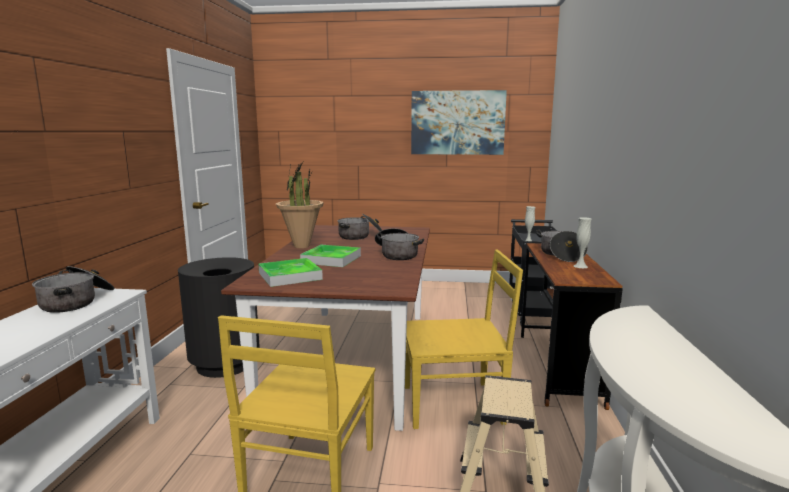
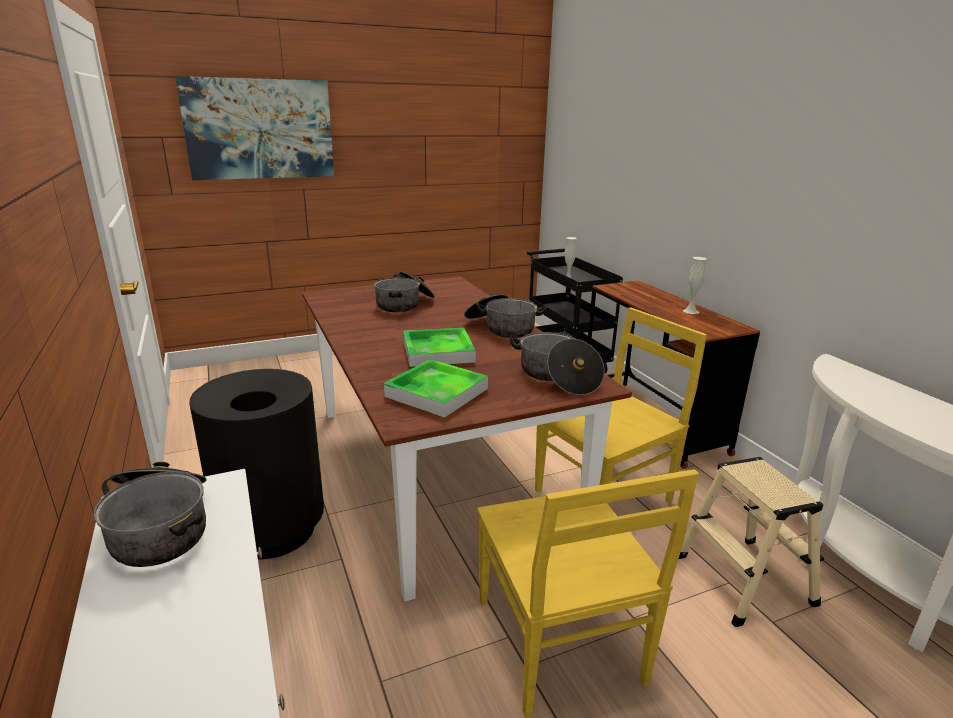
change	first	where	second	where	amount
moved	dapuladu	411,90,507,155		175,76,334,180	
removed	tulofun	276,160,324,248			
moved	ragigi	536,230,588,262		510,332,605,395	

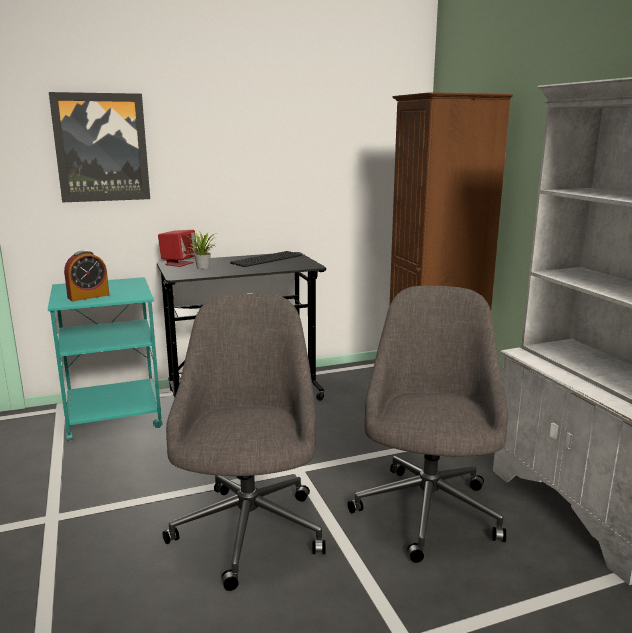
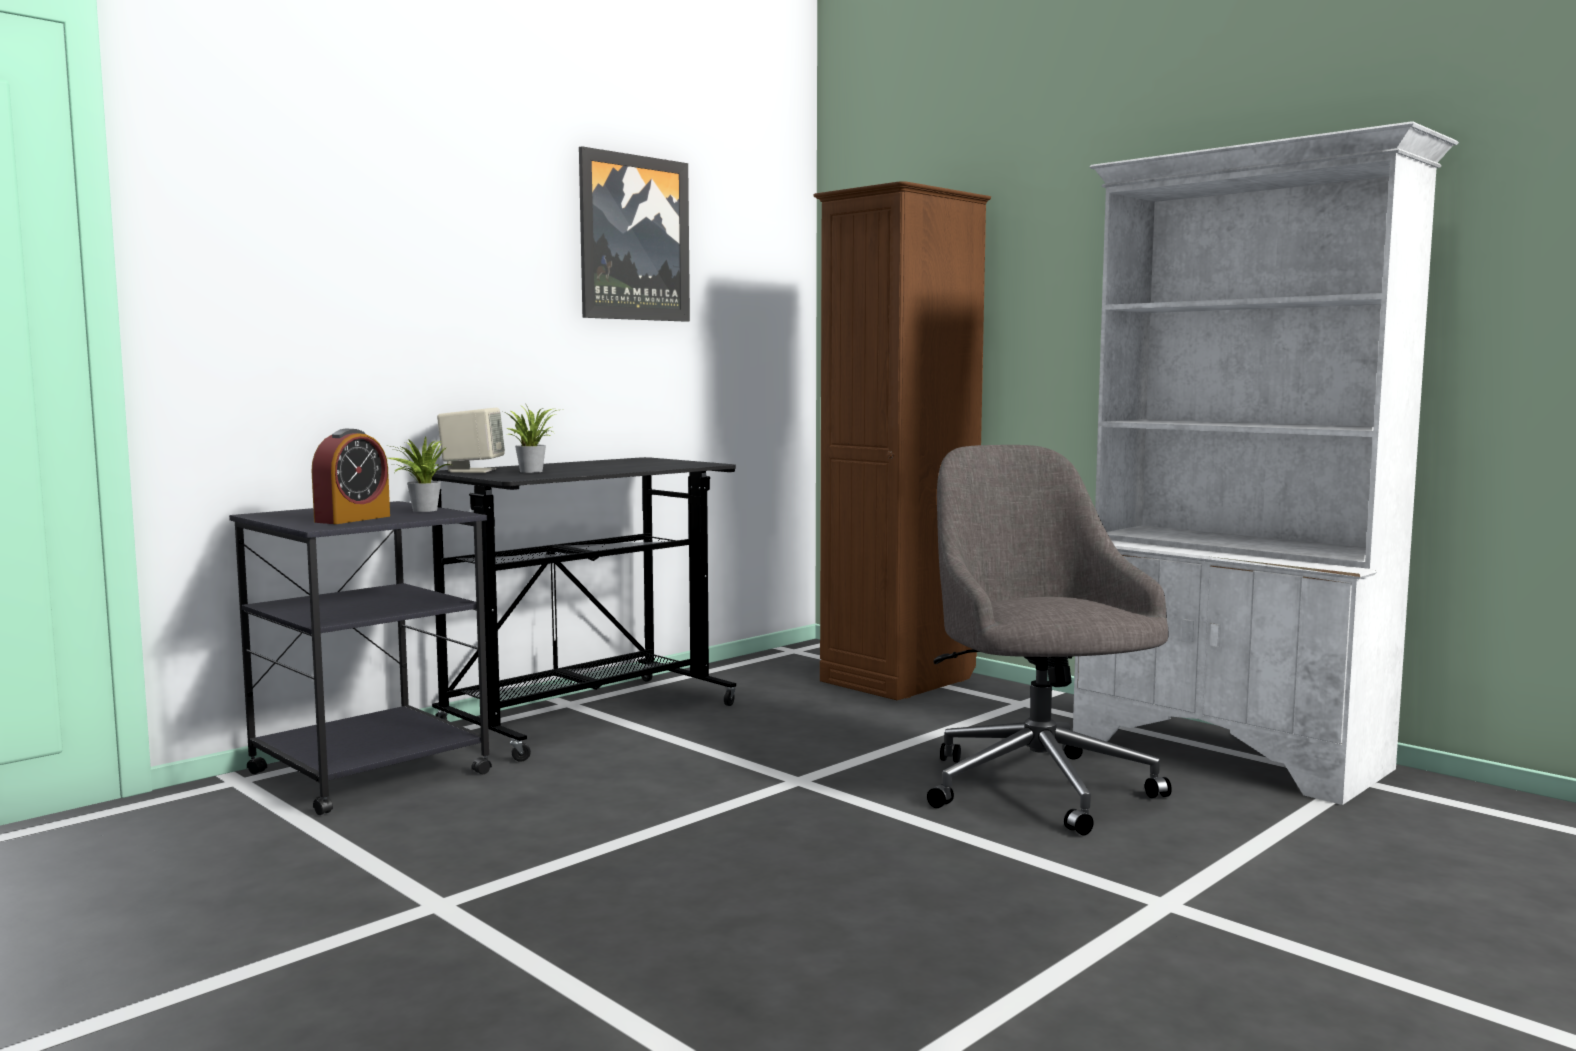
change	first	where	second	where	amount
moved	dapuladu	49,92,150,202		579,146,690,322	
recoloured	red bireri	158,230,198,267	beige bireri	437,408,505,473	
removed	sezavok	230,251,302,267			
recoloured	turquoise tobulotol	48,277,163,441	black tobulotol	229,501,492,815	
removed	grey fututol	162,293,325,591			
added			tulofun	388,437,451,512	

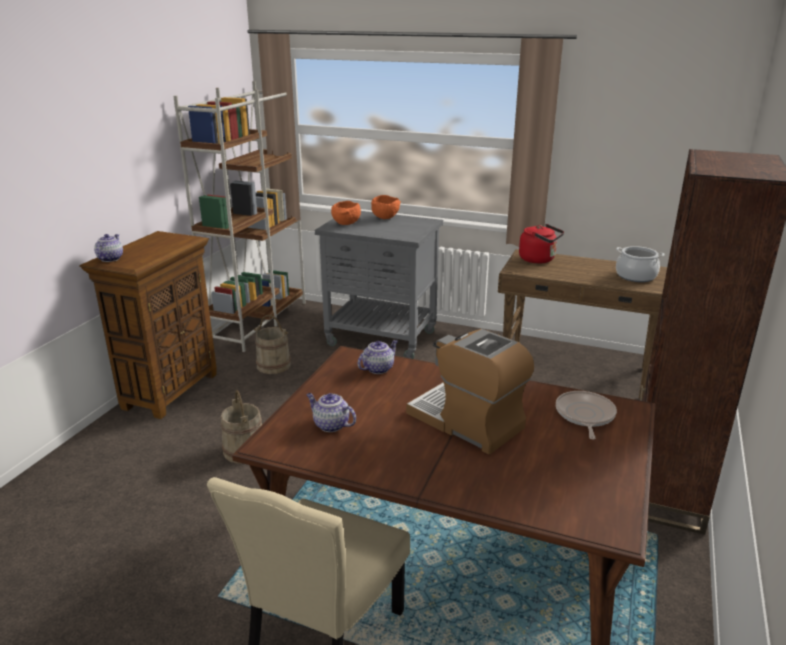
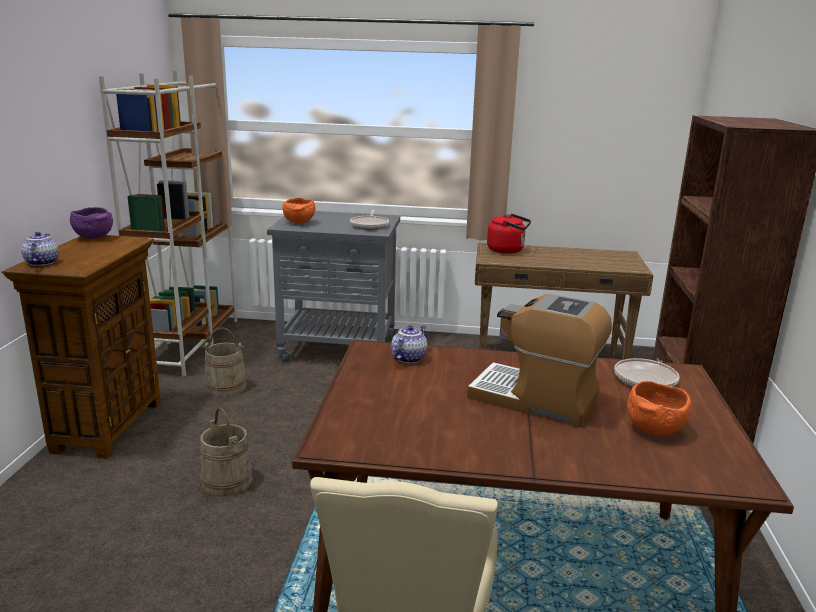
change	first	where	second	where	amount
moved	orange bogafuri	371,195,401,219		627,381,691,436	
removed	ragigi	616,246,665,282			
removed	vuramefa	306,393,356,432			
added			purple bogafuri	70,207,113,239	
added			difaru	350,210,389,230	

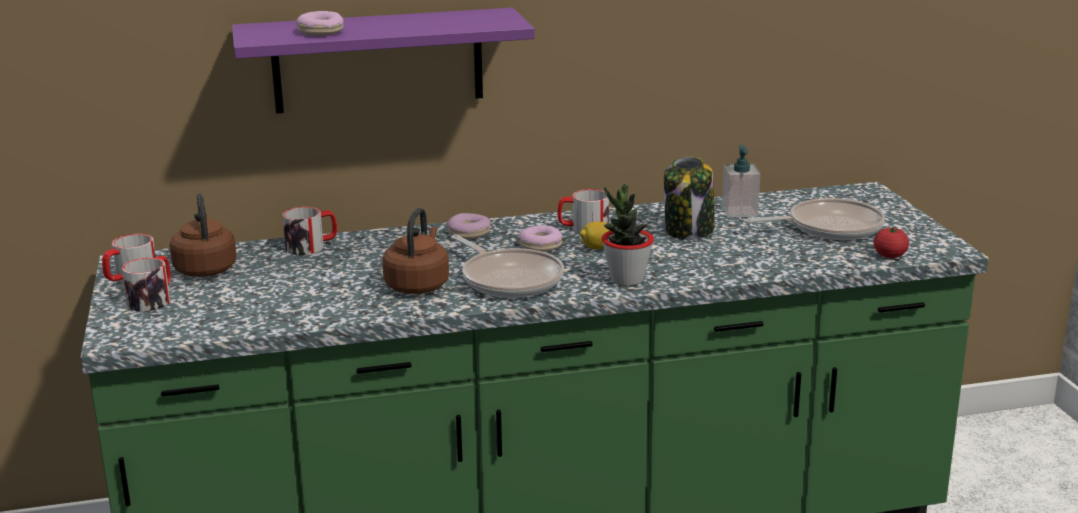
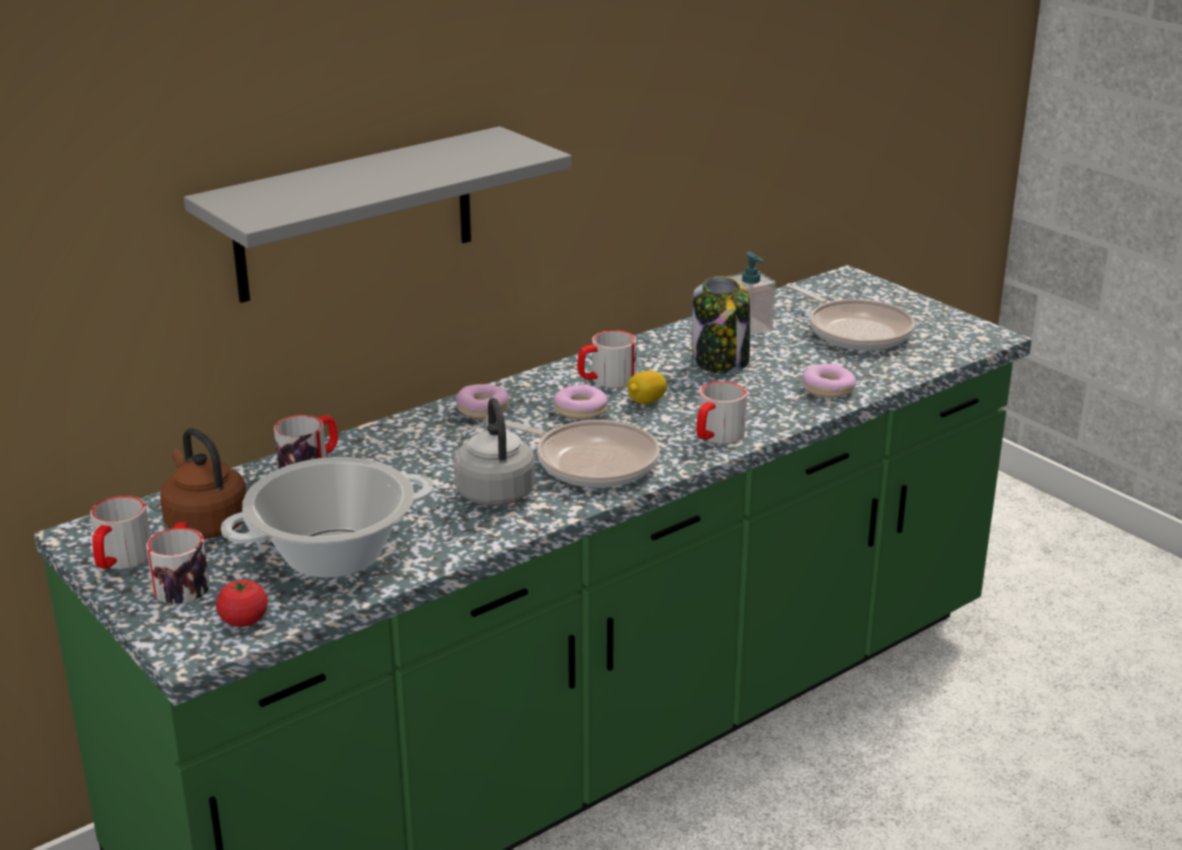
change	first	where	second	where	amount
recoloured	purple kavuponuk	232,8,535,114	grey kavuponuk	184,126,571,303	
moved	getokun	296,11,344,36		802,364,856,398	
replaced	tulofun	601,184,654,286	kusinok	697,381,747,444	
turned	difaru	744,198,885,240		786,283,915,350	90 degrees clockwise
recoloured	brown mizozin	382,208,449,294	grey mizozin	454,398,535,506	
moved	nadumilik	874,227,909,258		216,580,268,627	
added			ragigi	221,457,433,578	

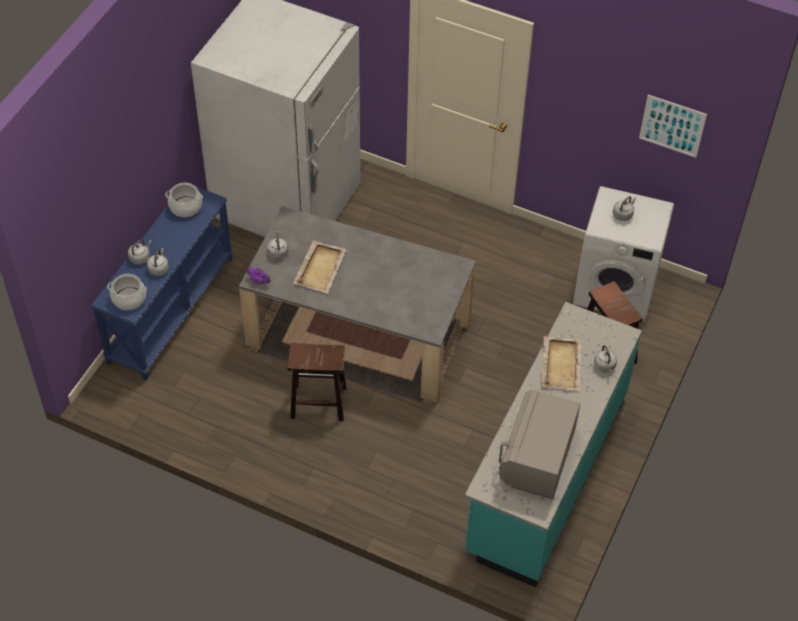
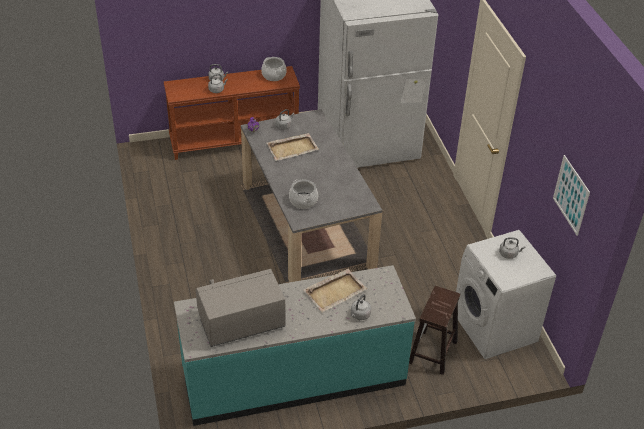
change	first	where	second	where	amount
recoloured	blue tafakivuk	91,182,233,381	brown tafakivuk	164,66,300,160	
moved	ragigi	107,274,147,310		289,180,318,209	
removed	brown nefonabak	288,343,346,421			

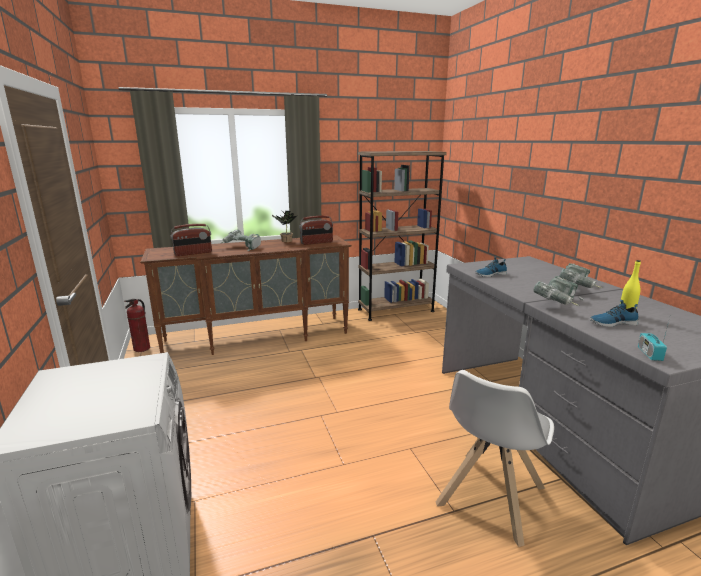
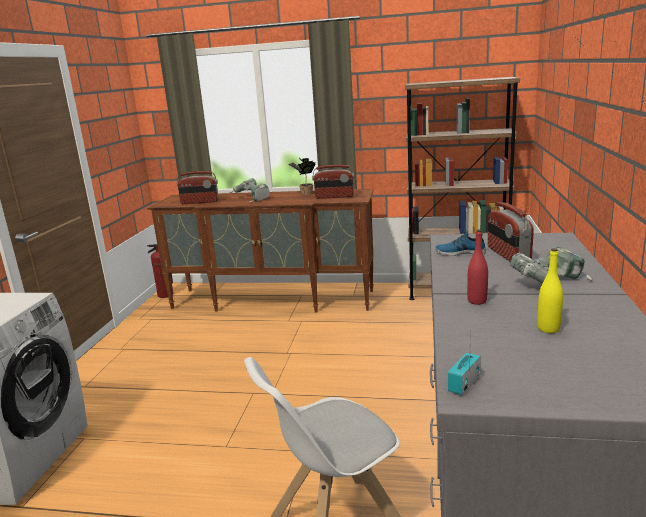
change	first	where	second	where	amount
replaced	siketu	533,276,584,306	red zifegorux	467,229,488,305	
removed	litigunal	590,300,639,327			
added			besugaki	487,202,534,261	

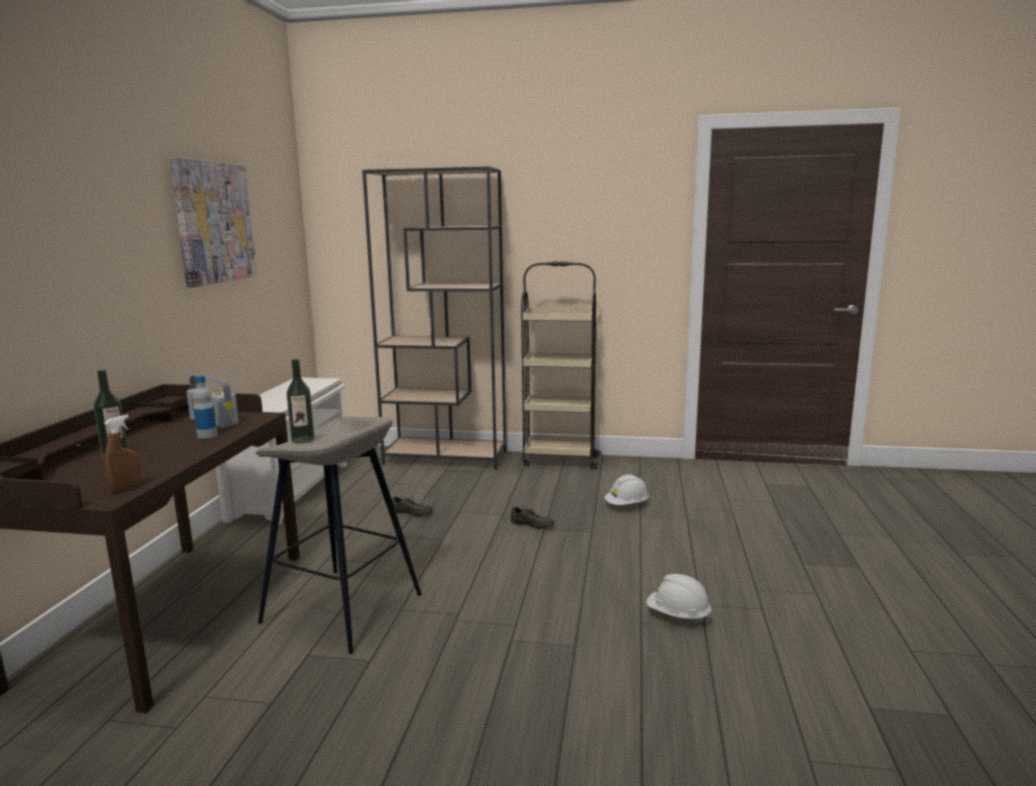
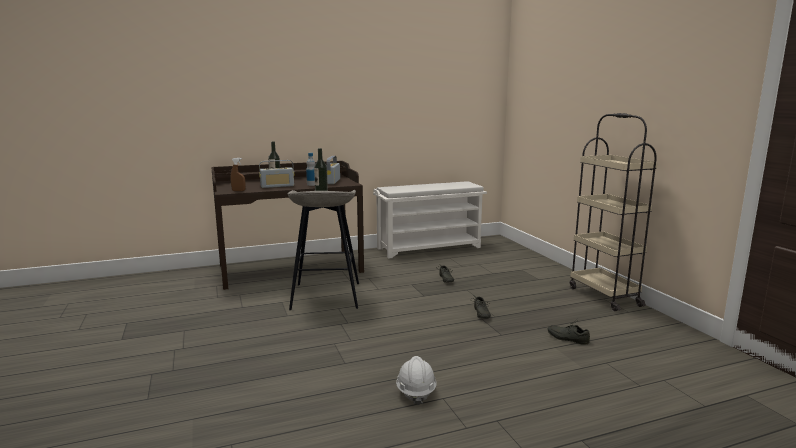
change	first	where	second	where	amount
removed	dapuladu	170,157,257,287			
removed	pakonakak	362,166,506,470			
replaced	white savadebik	605,474,649,505	grey litigunal	548,317,590,345	
added			besugaki	259,160,294,188	

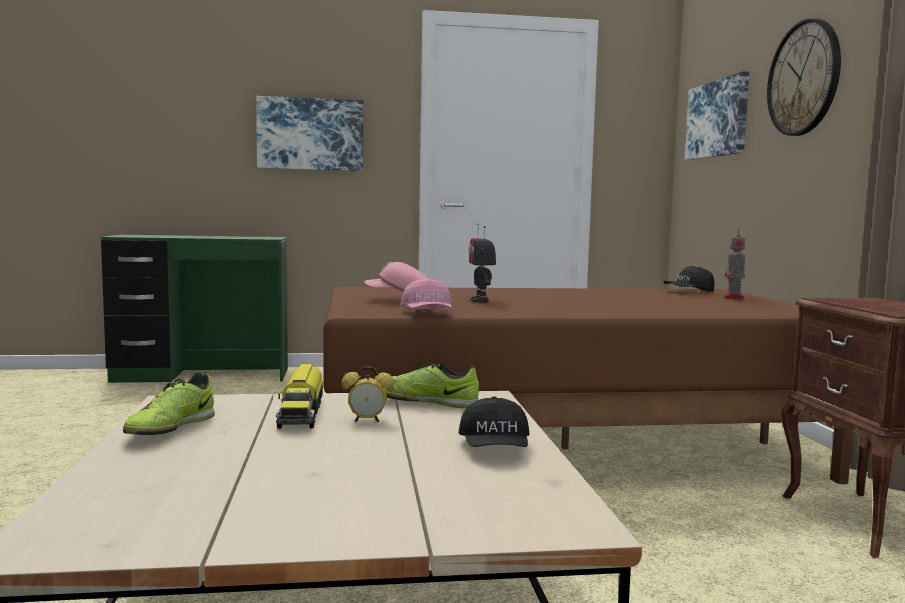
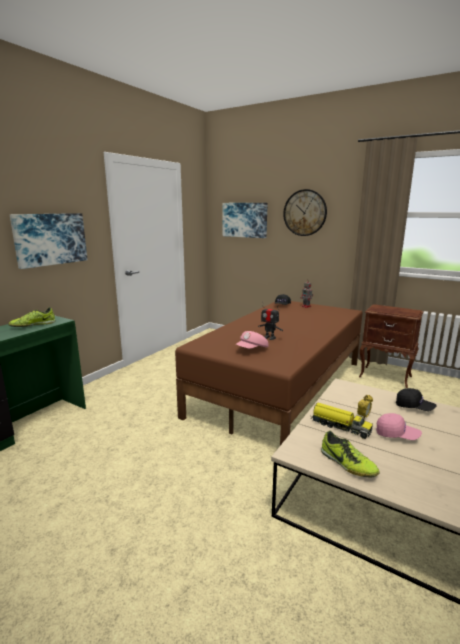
change	first	where	second	where	amount
moved	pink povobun	401,279,452,310		376,413,422,440	
moved	litigunal	386,363,479,408		8,307,55,327	

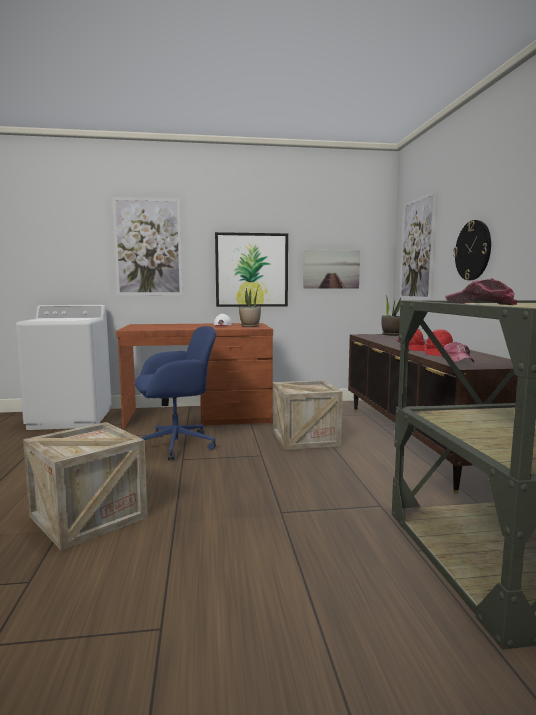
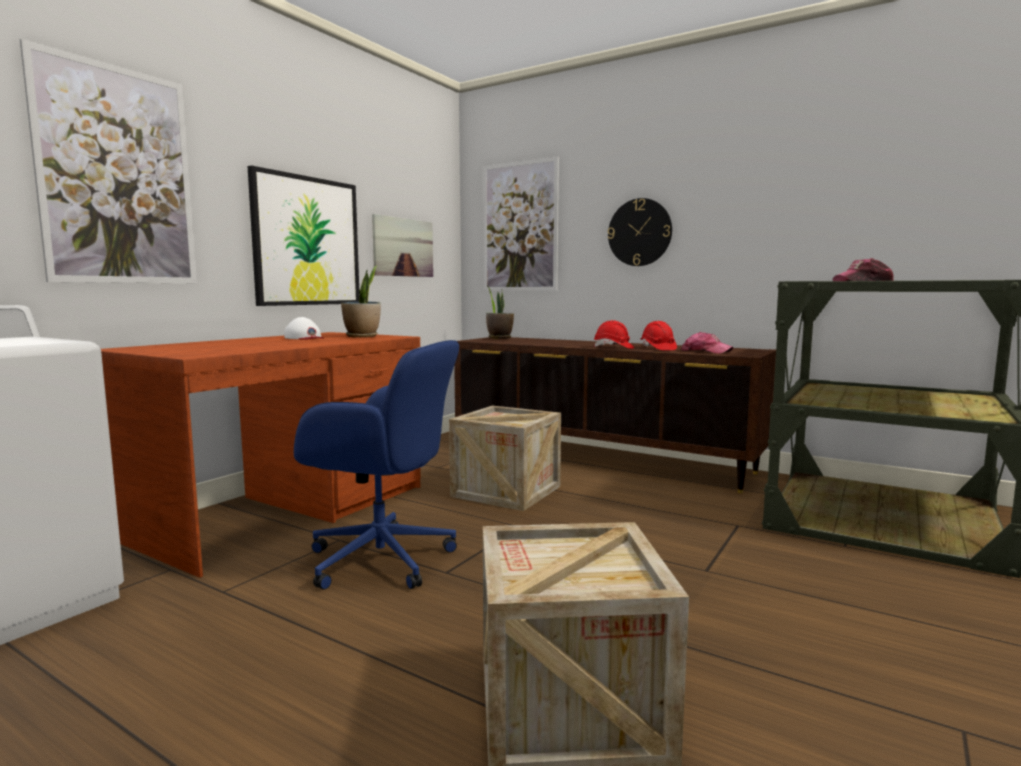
change	first	where	second	where	amount
turned	blue fututol	135,326,216,460		294,340,459,590	90 degrees clockwise

